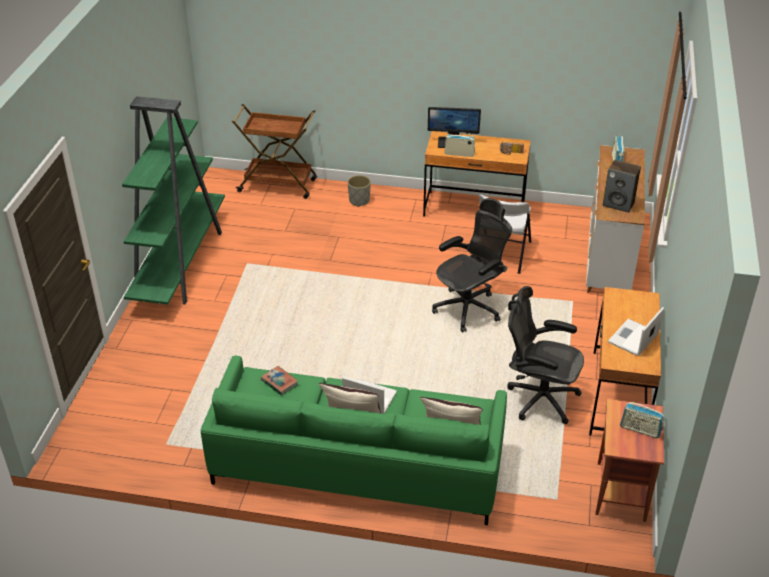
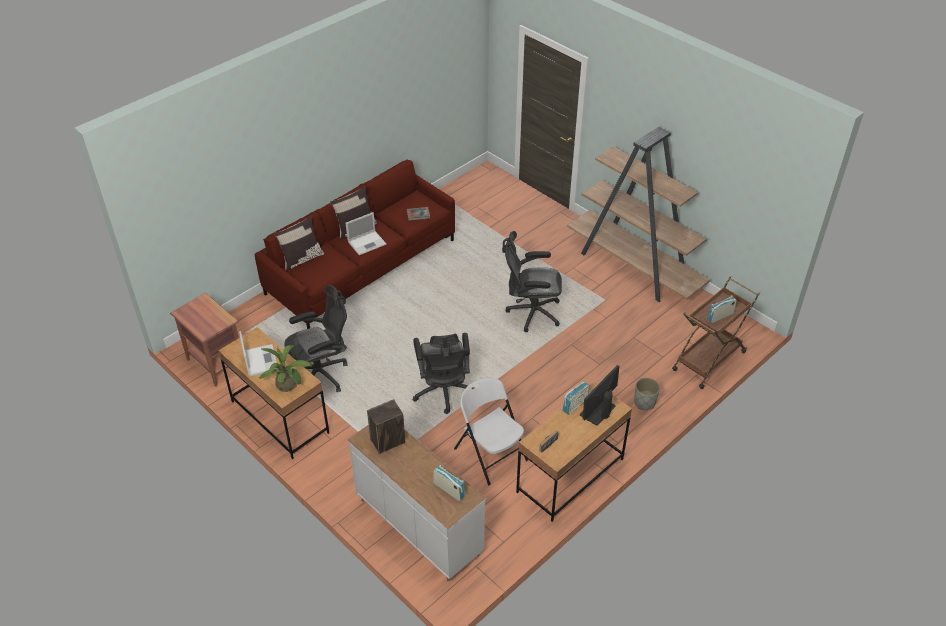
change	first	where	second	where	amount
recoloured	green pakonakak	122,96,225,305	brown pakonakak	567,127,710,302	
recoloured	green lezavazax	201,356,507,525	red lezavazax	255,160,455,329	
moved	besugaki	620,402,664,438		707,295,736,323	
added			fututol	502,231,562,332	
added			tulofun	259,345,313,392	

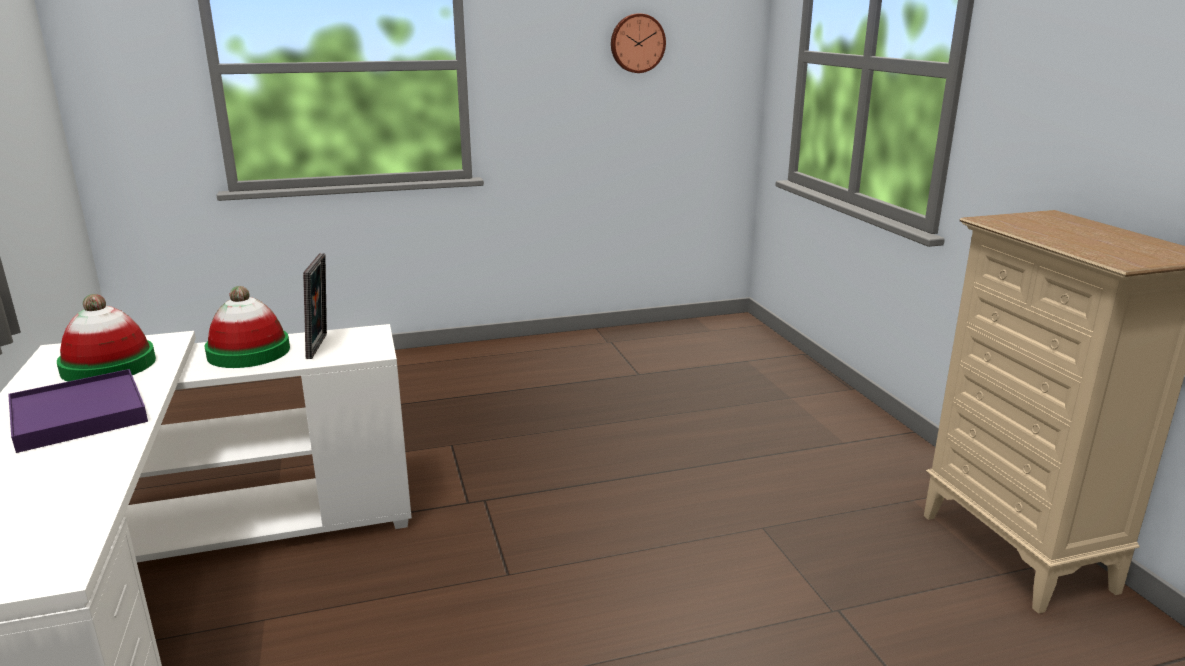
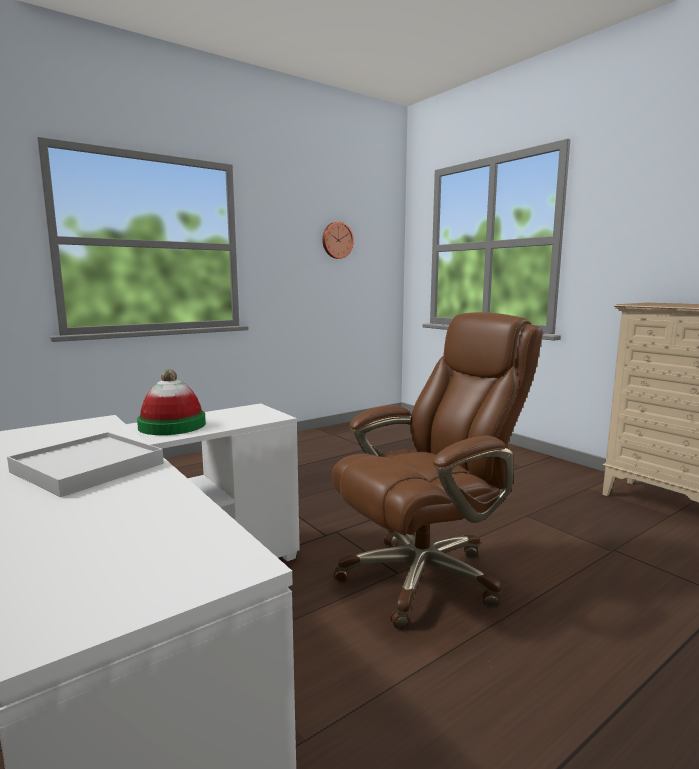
change	first	where	second	where	amount
removed	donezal	303,253,327,359			
removed	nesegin	57,294,156,382			
recoloured	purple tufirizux	8,369,148,453	white tufirizux	7,432,164,497	
added			brown fututol	332,312,543,629	

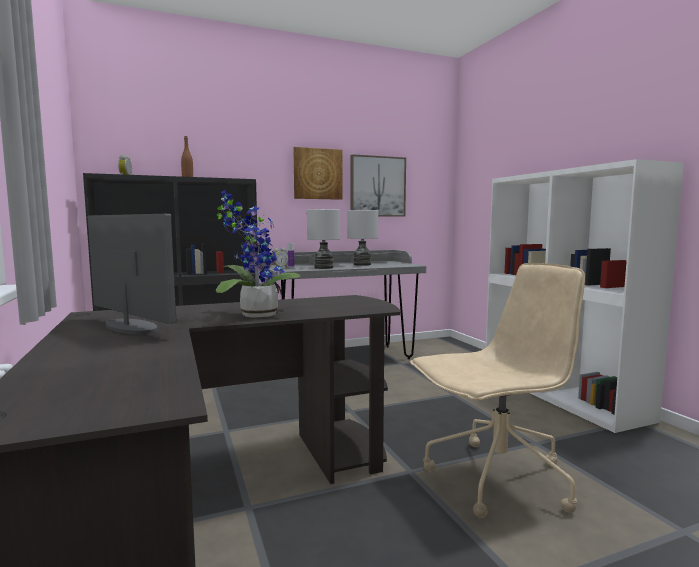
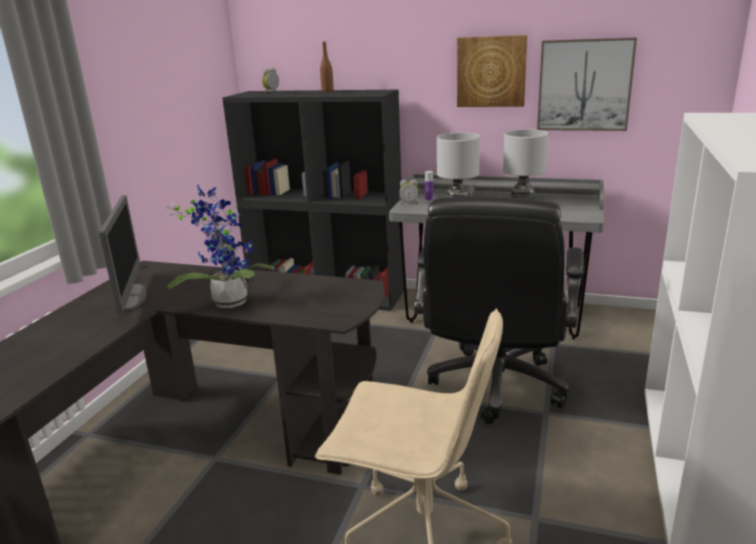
change	first	where	second	where	amount
added			black fututol	414,197,584,424	

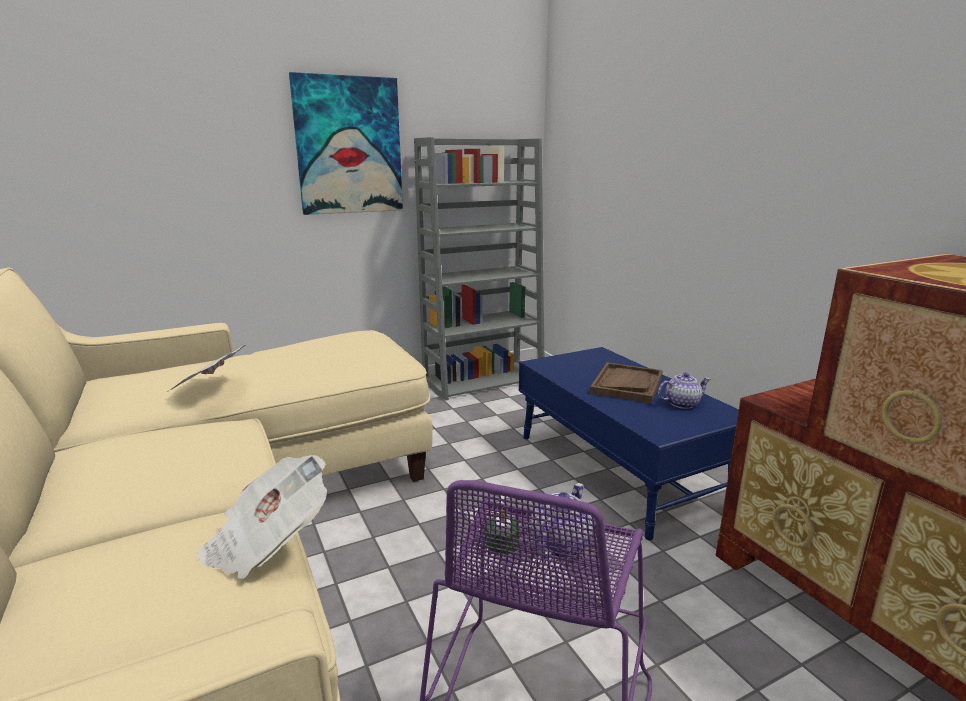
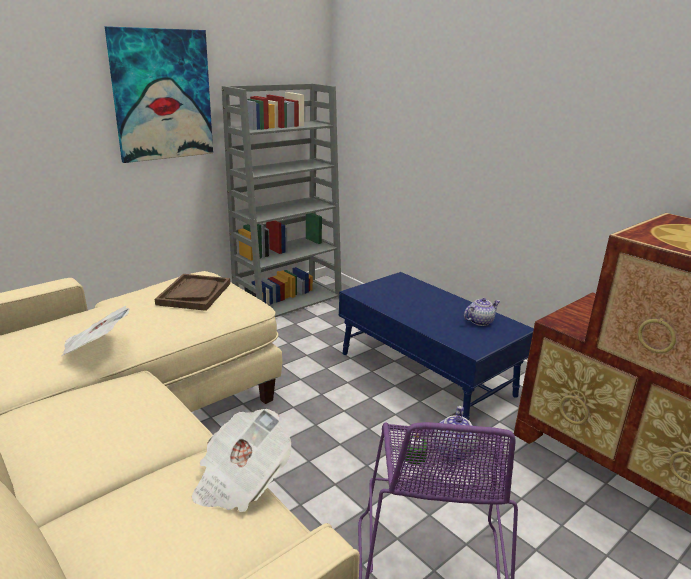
change	first	where	second	where	amount
moved	brown tufirizux	590,362,663,404		155,274,230,311	

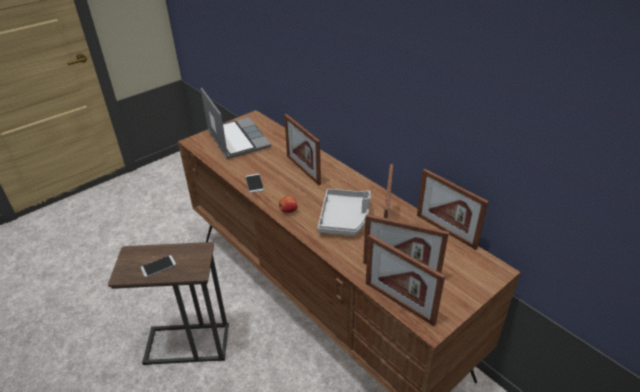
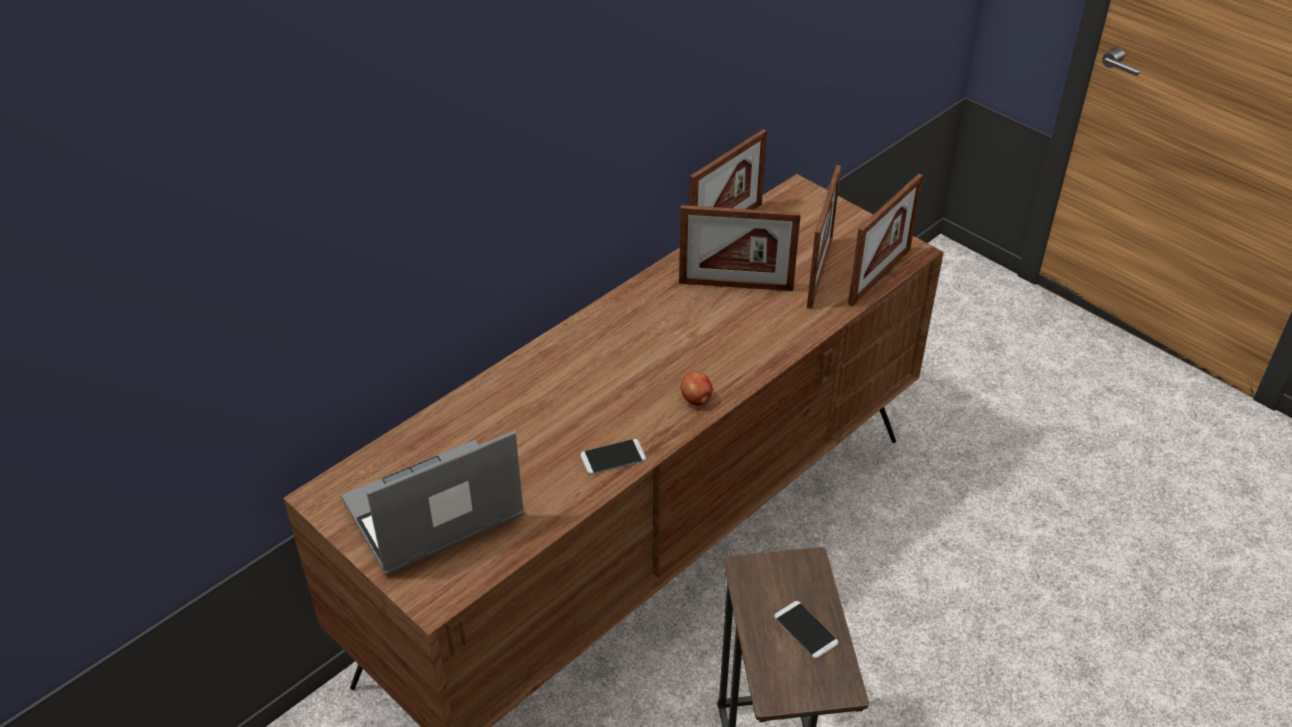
change	first	where	second	where	amount
removed	donezal	284,114,321,185			
removed	grey tufirizux	317,189,371,236			

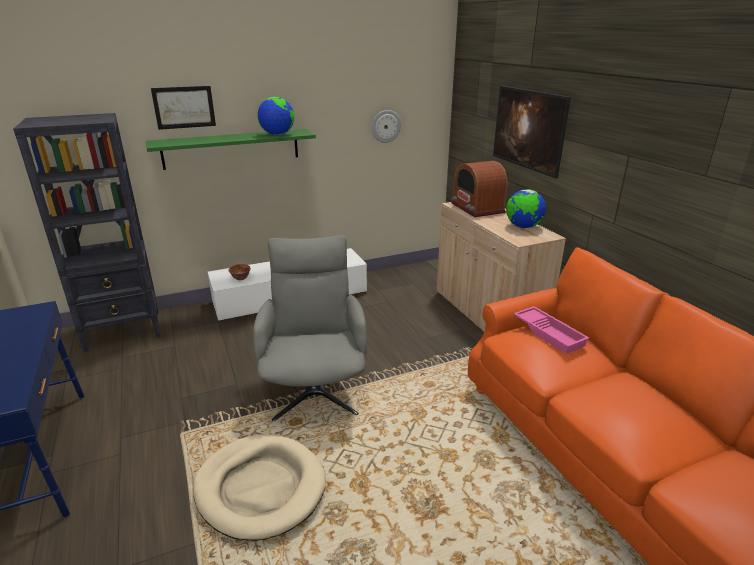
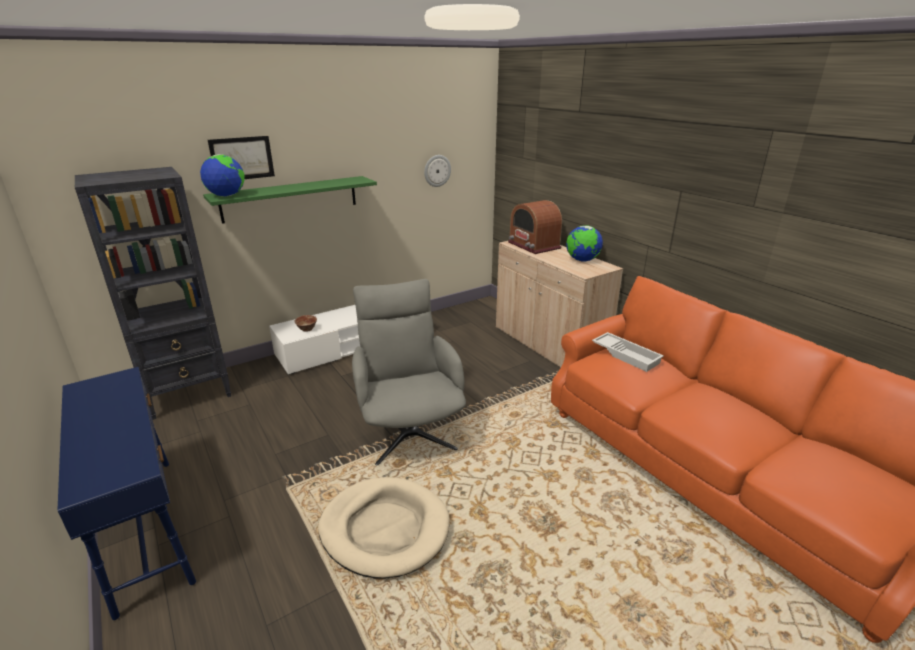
change	first	where	second	where	amount
removed	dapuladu	493,86,571,178			
moved	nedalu	258,97,295,135		200,154,245,197	
recoloured	pink tufirizux	514,306,589,354	white tufirizux	592,332,664,372	

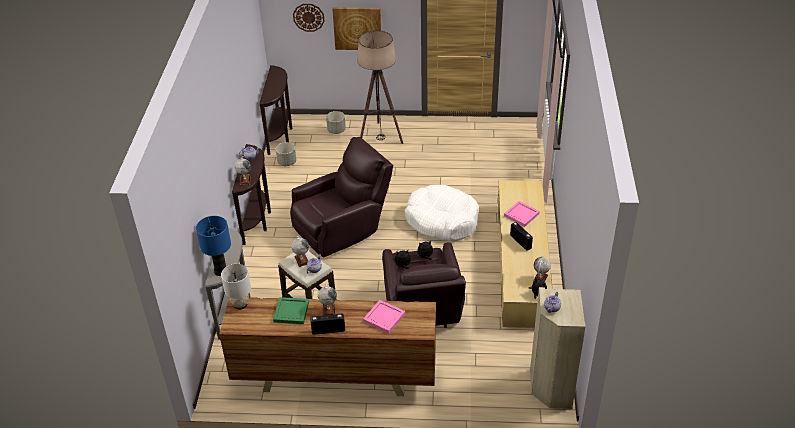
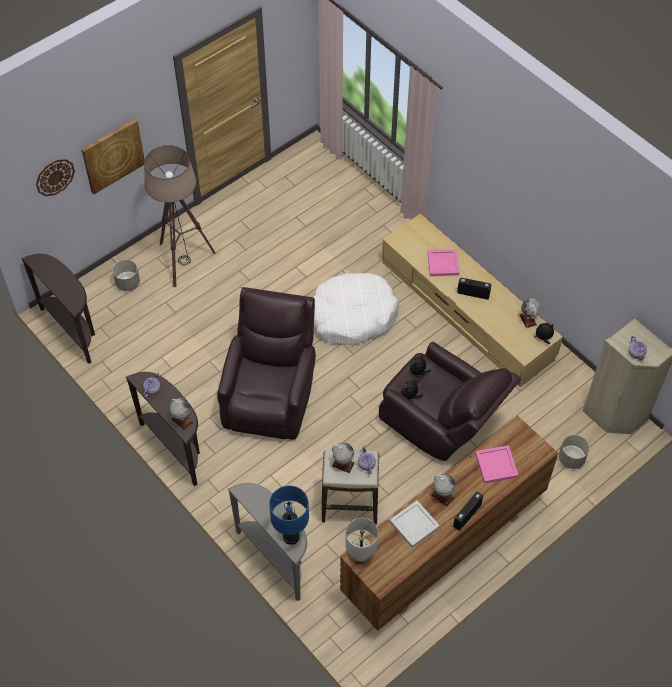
change	first	where	second	where	amount
moved	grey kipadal	276,142,296,166		559,435,589,469	
recoloured	green tufirizux	273,297,309,324	white tufirizux	390,501,440,548	

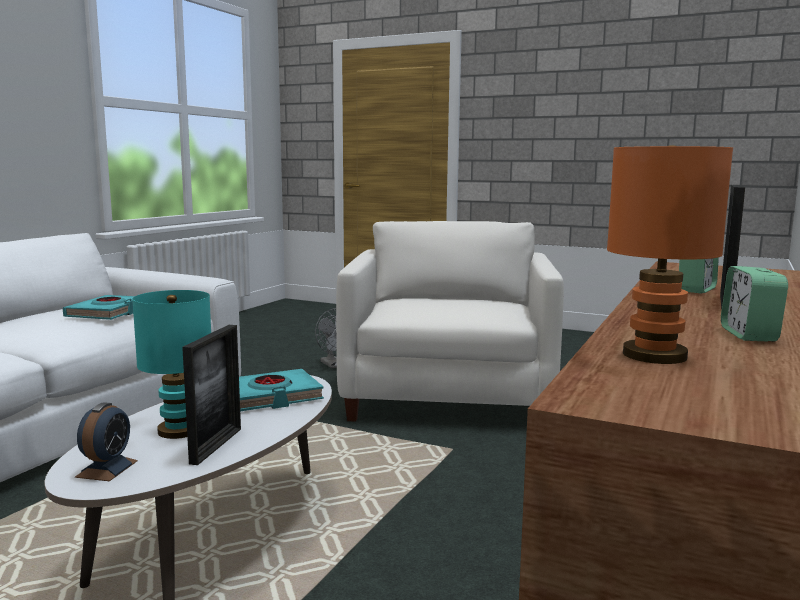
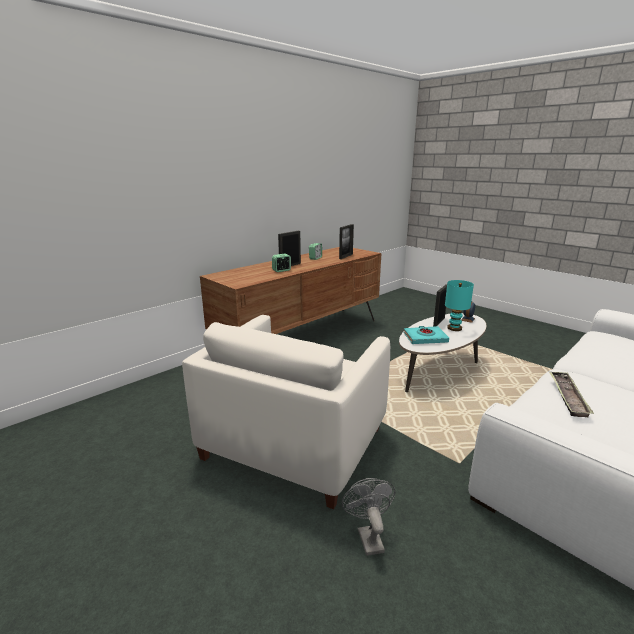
change	first	where	second	where	amount
replaced	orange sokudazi	607,145,733,364	donezal	339,224,354,259	
replaced	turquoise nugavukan	63,295,134,320	tufirizux	549,372,594,417	

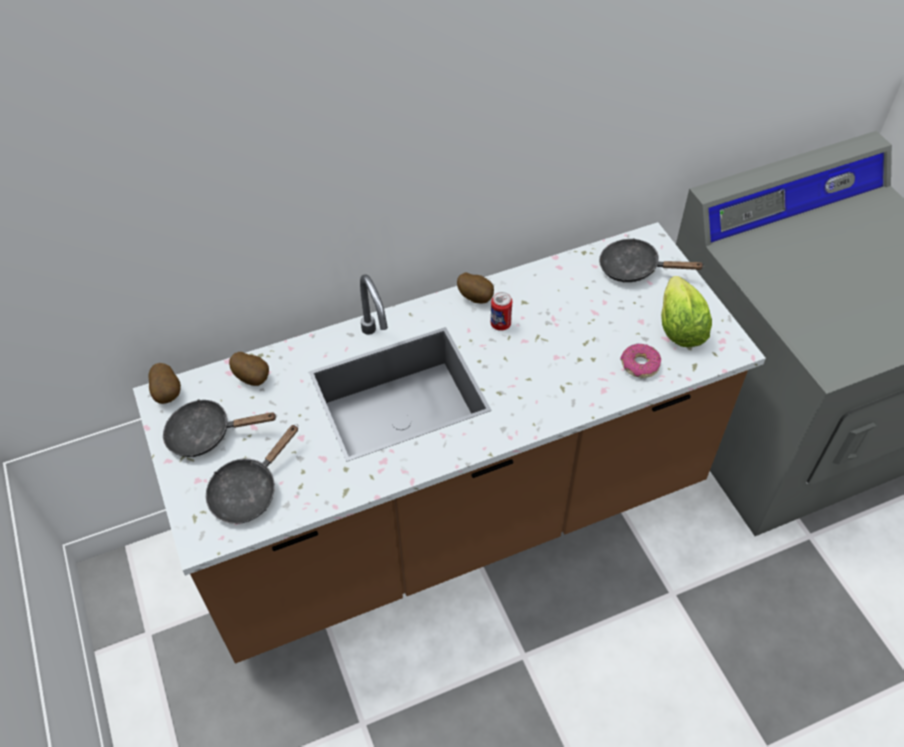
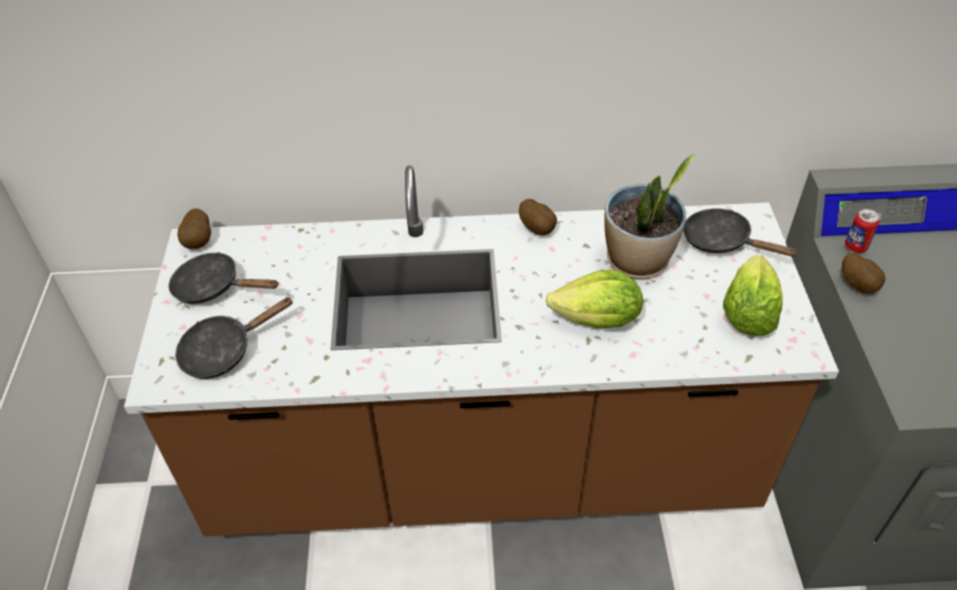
change	first	where	second	where	amount
moved	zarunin	491,292,512,331		845,209,880,253	
removed	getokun	620,344,661,378			
moved	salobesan	229,352,269,386		842,253,885,294	
added			tulofun	604,154,697,279	
added			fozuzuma	546,270,643,328	

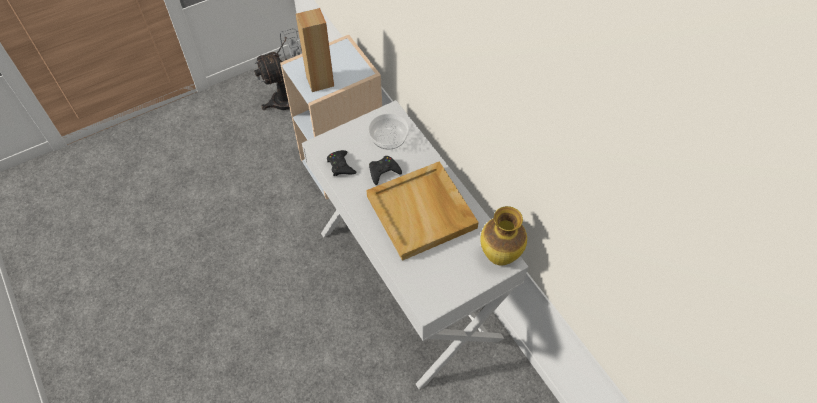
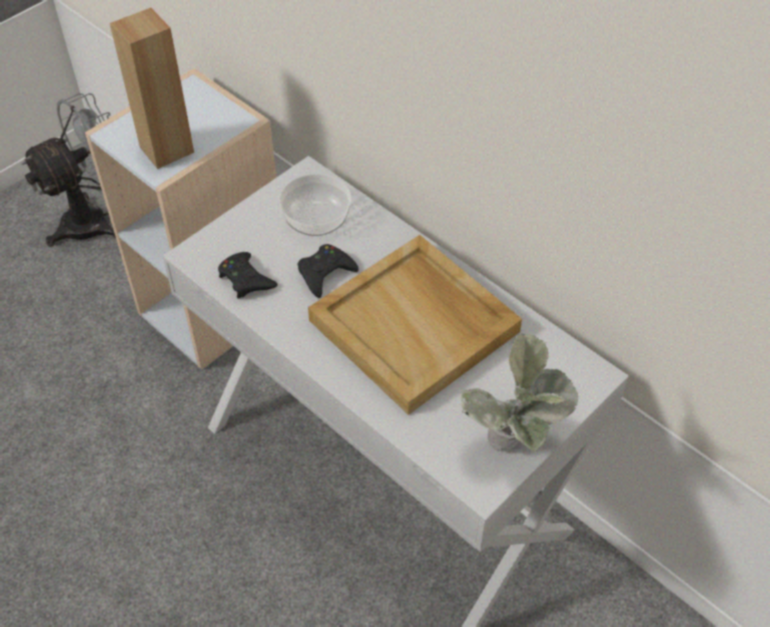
change	first	where	second	where	amount
removed	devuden	480,206,527,266			
added			tulofun	461,334,578,452	

